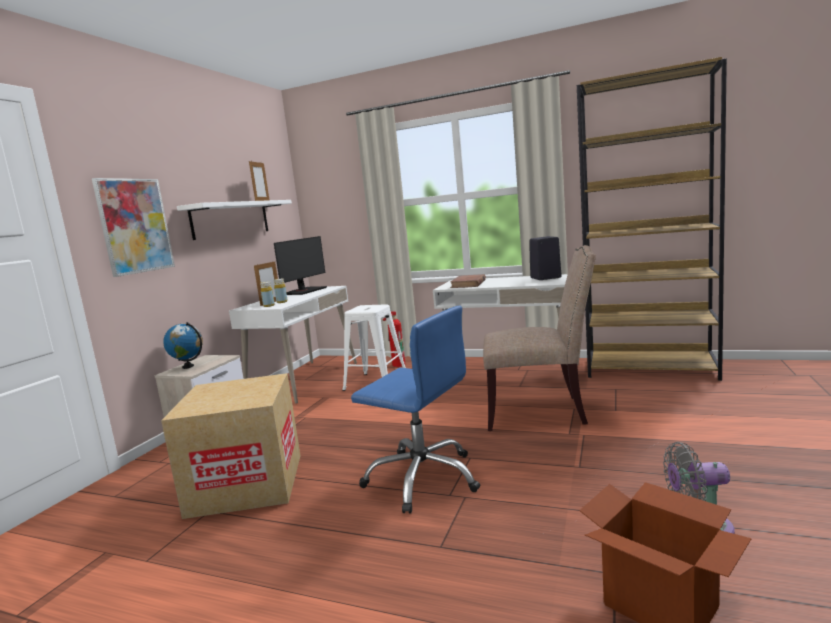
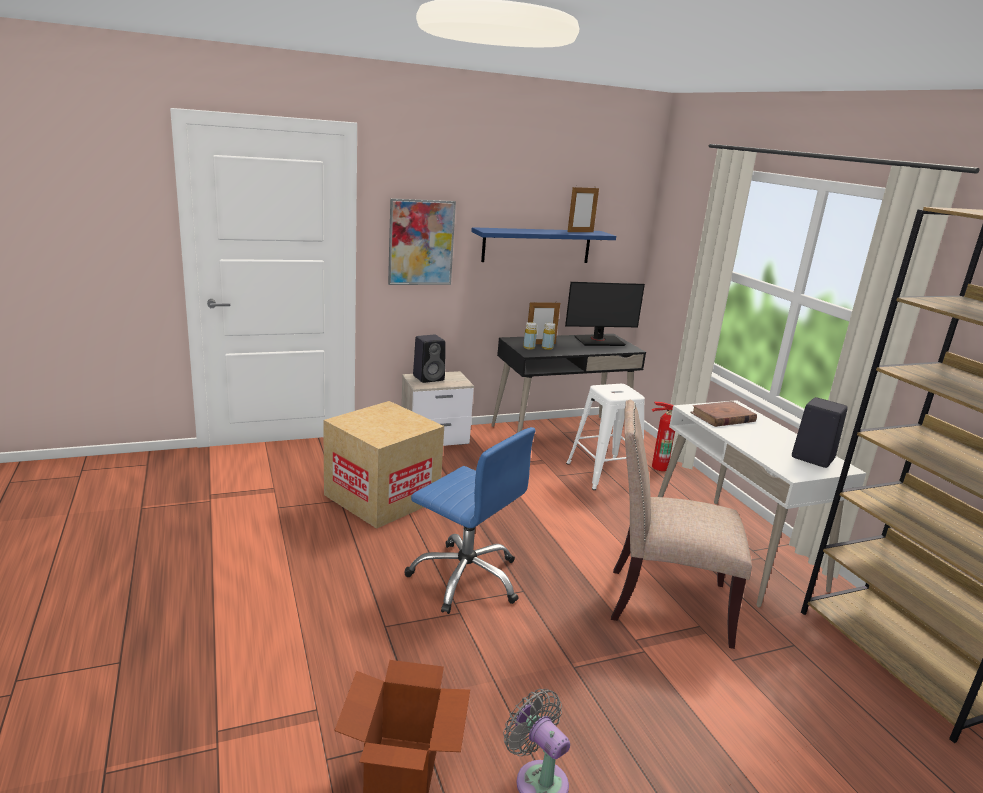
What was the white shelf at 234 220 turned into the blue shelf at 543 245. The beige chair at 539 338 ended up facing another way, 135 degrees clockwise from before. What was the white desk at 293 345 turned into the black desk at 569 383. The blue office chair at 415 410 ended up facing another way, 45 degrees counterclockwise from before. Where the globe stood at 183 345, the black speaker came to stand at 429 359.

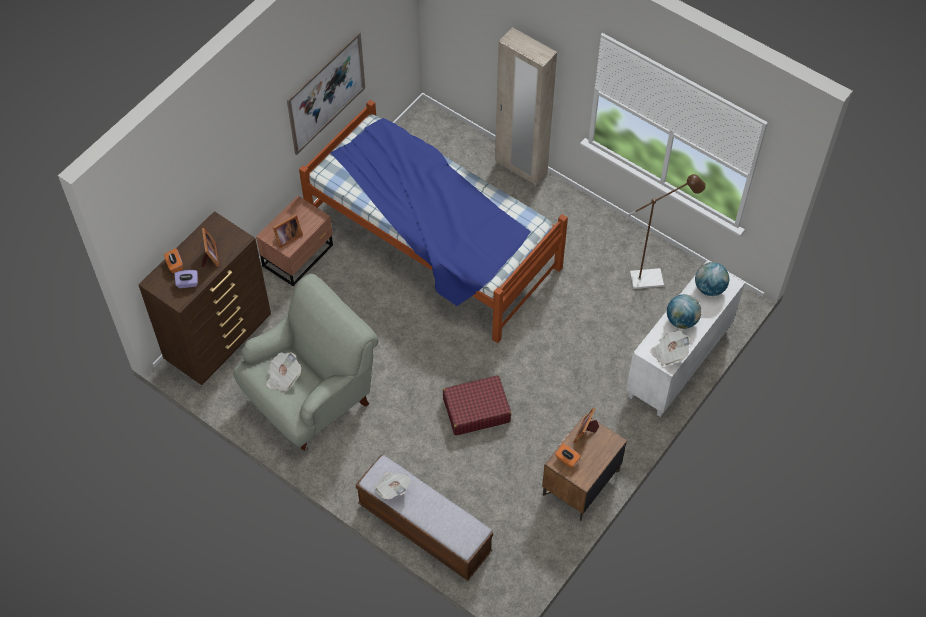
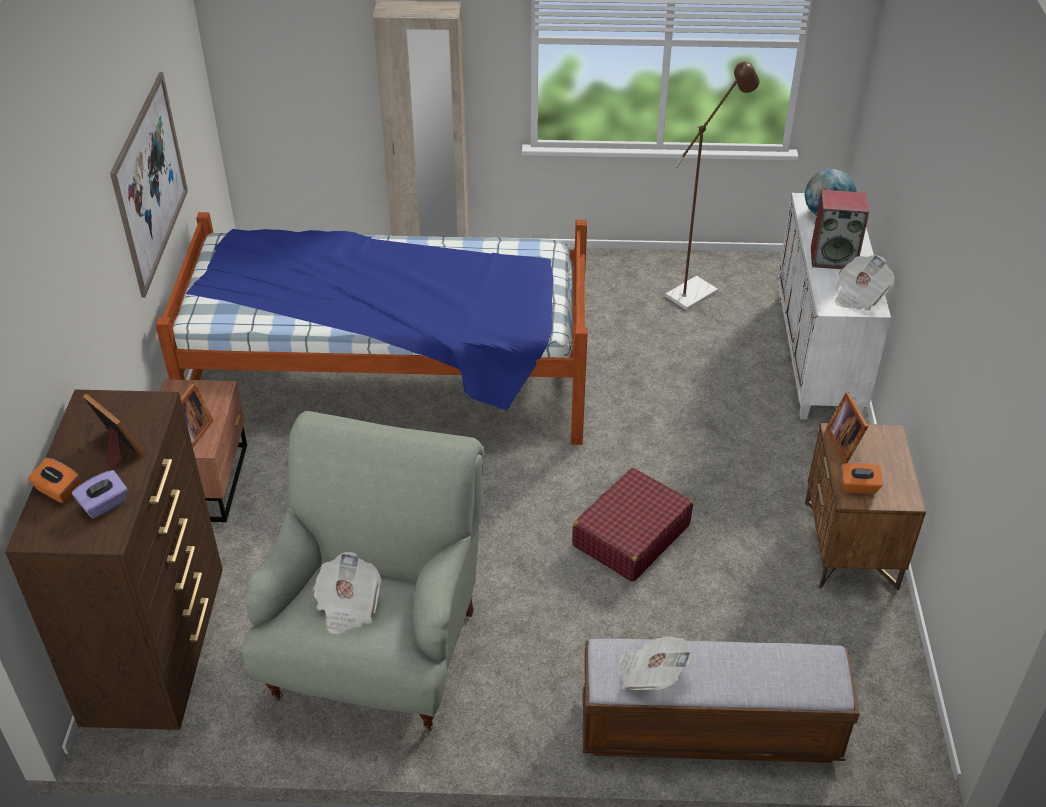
Where the globe stood at 684 311, the speaker came to stand at 840 229.

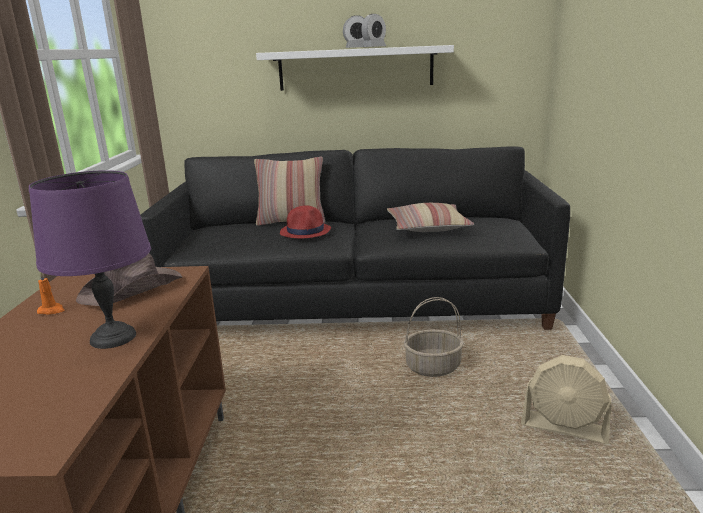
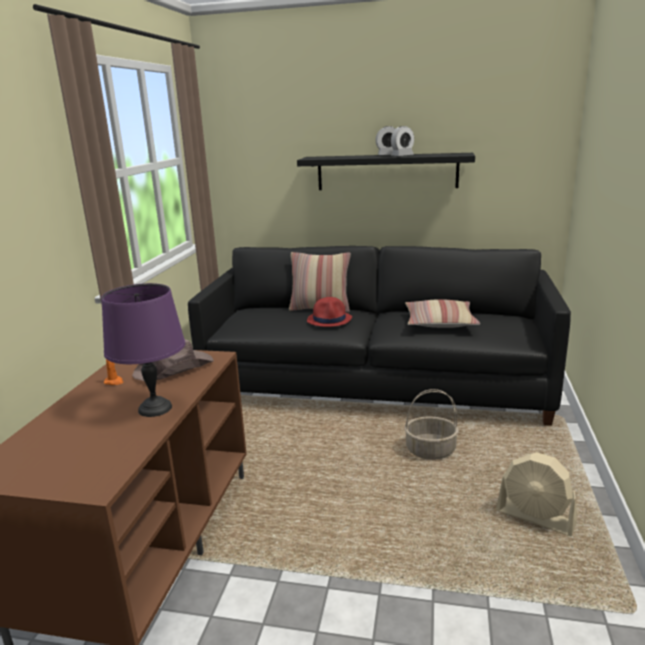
What was the white shelf at 355 68 turned into the black shelf at 386 171.

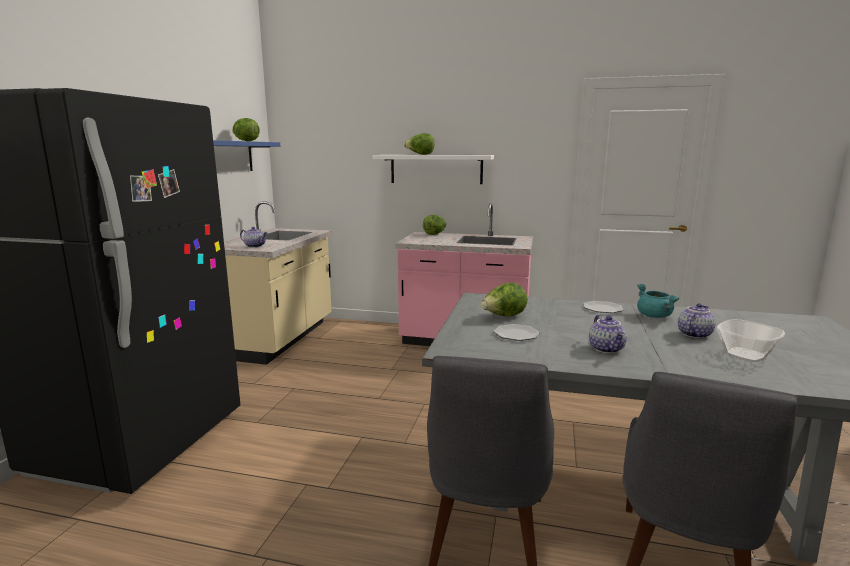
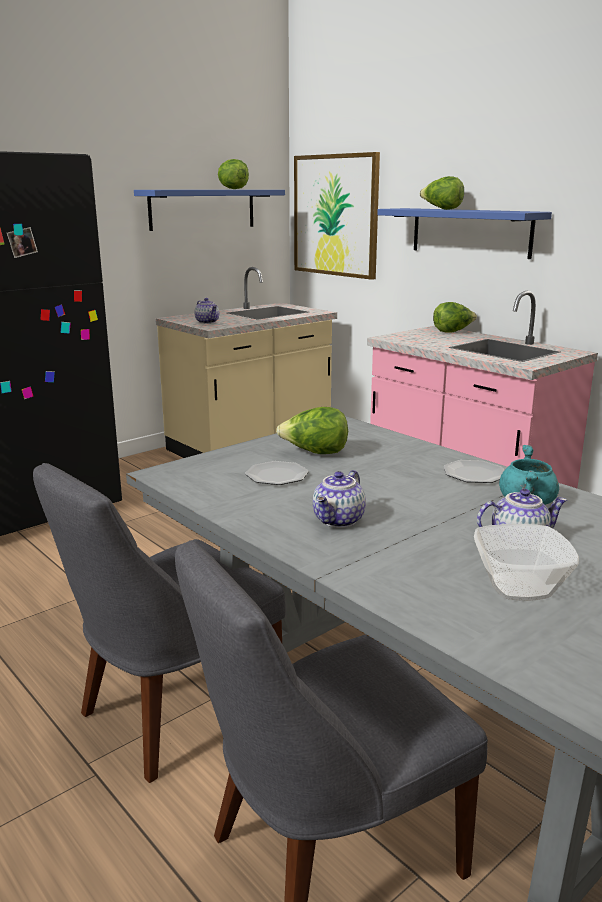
What was the white shelf at 433 169 turned into the blue shelf at 464 233. The second view gained the picture at 337 216.

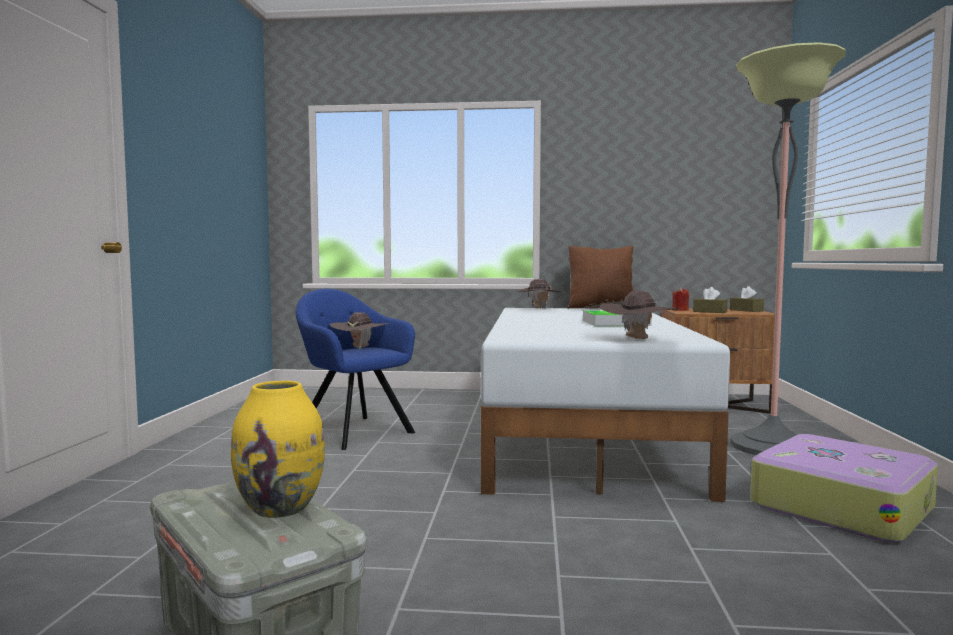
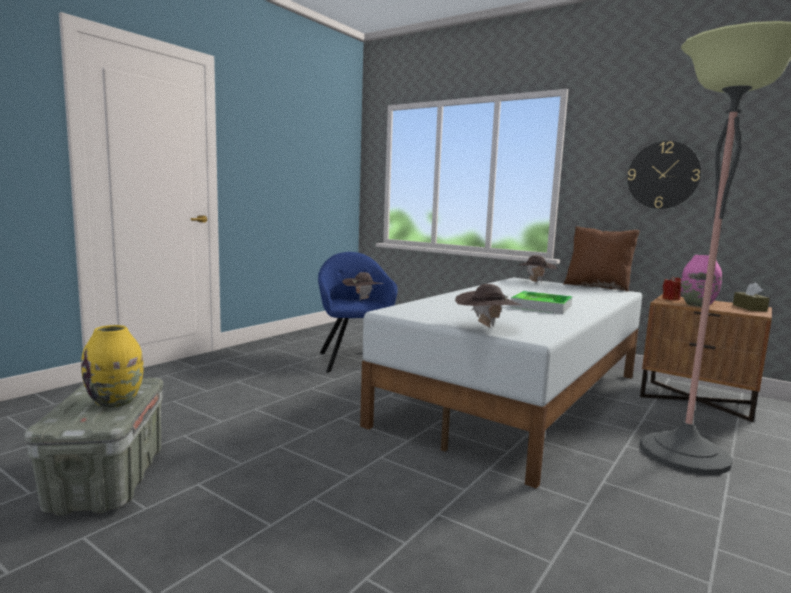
Where the brown tissue box stood at 710 300, the pink vase came to stand at 701 281. The second view lost the suitcase at 844 488. The second view gained the wall clock at 664 175.

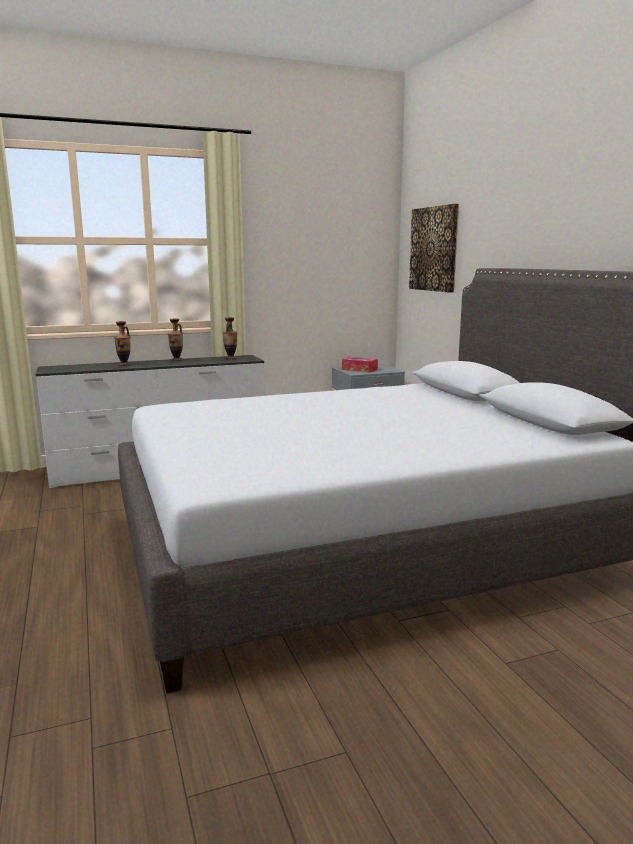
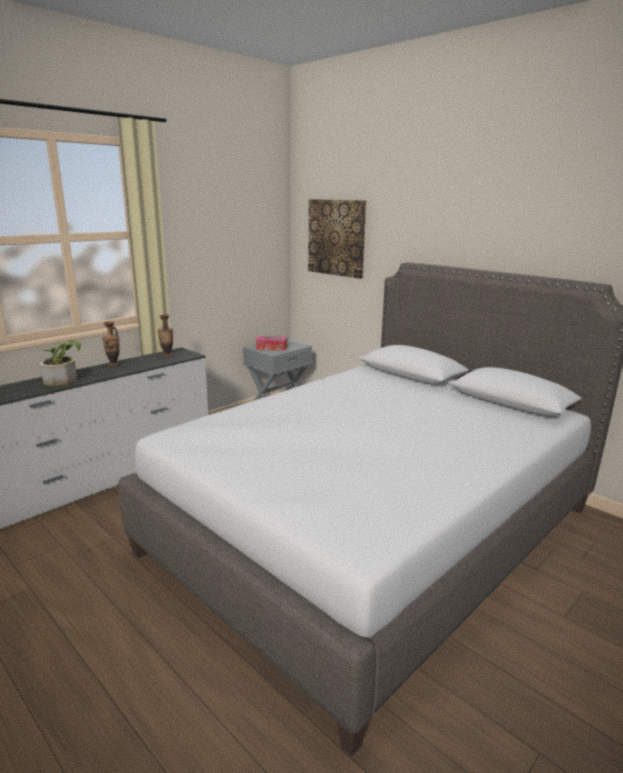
Where the vase stood at 122 343, the potted plant came to stand at 60 363.

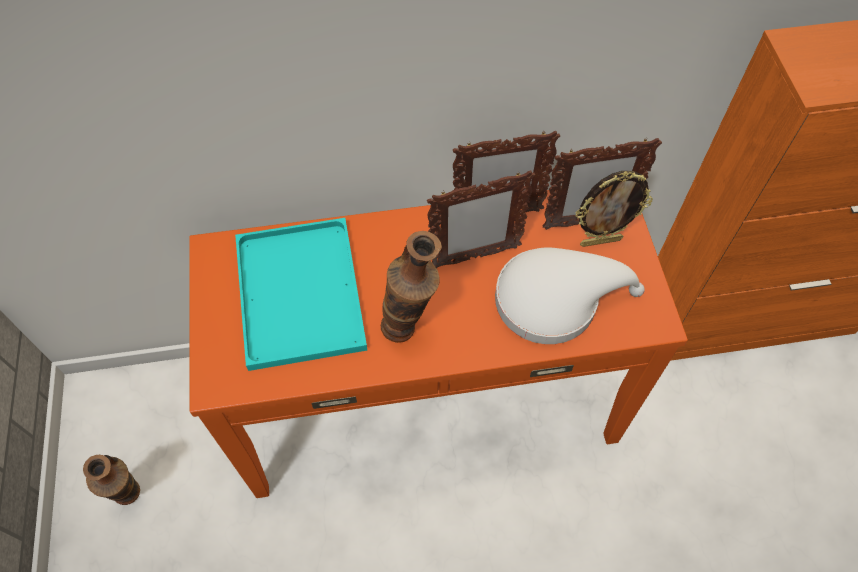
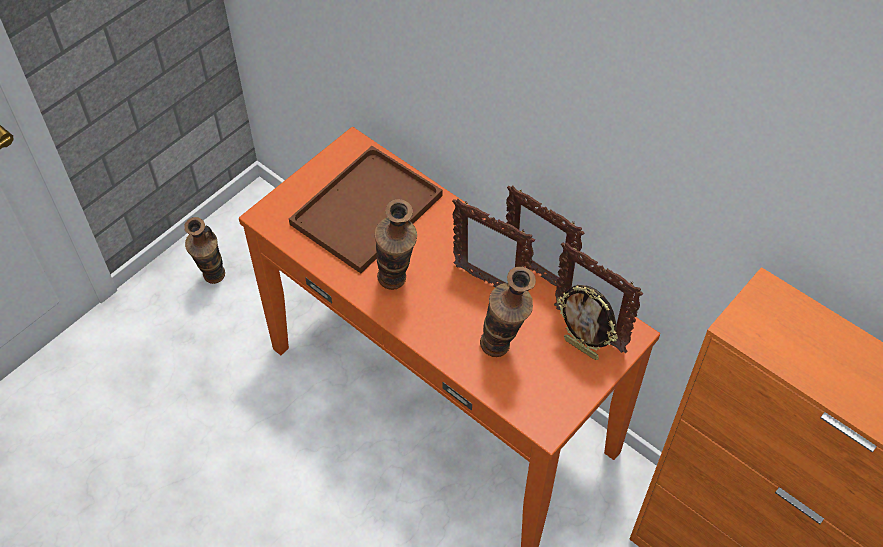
What was the turquoise tray at 301 294 turned into the brown tray at 365 209. Where the white hat stood at 570 295, the vase came to stand at 508 312.

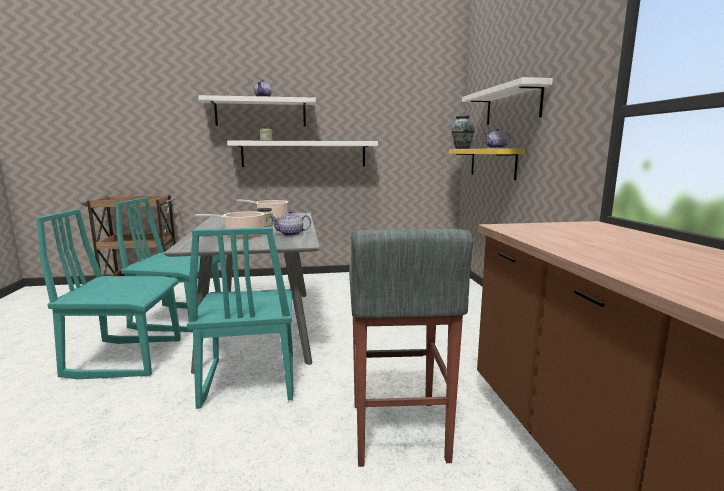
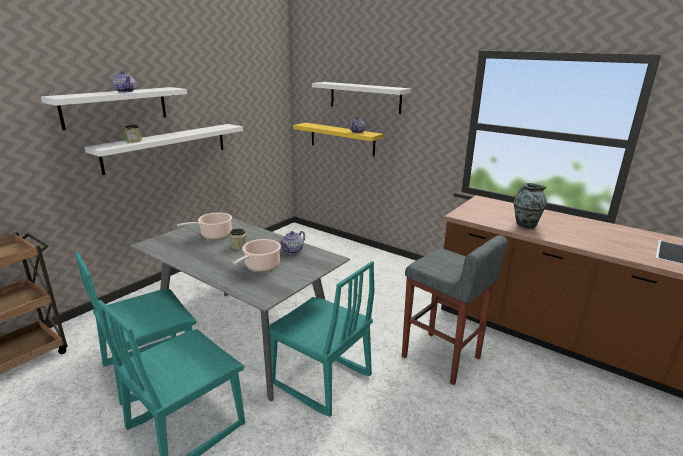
The vase ended up elsewhere, having gone from 463 132 to 530 206.

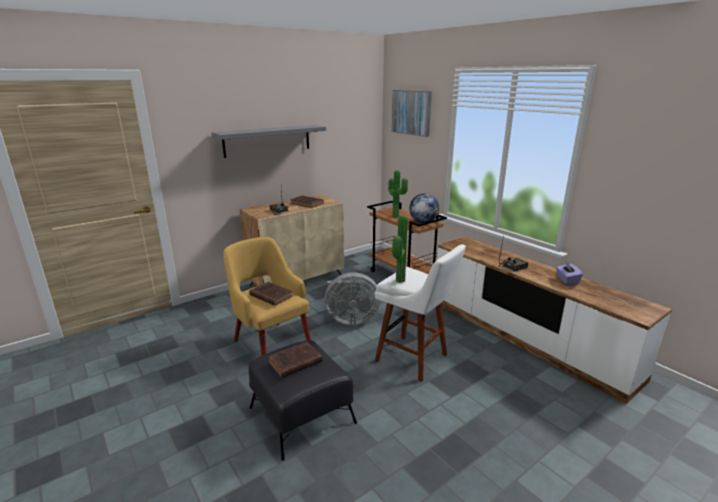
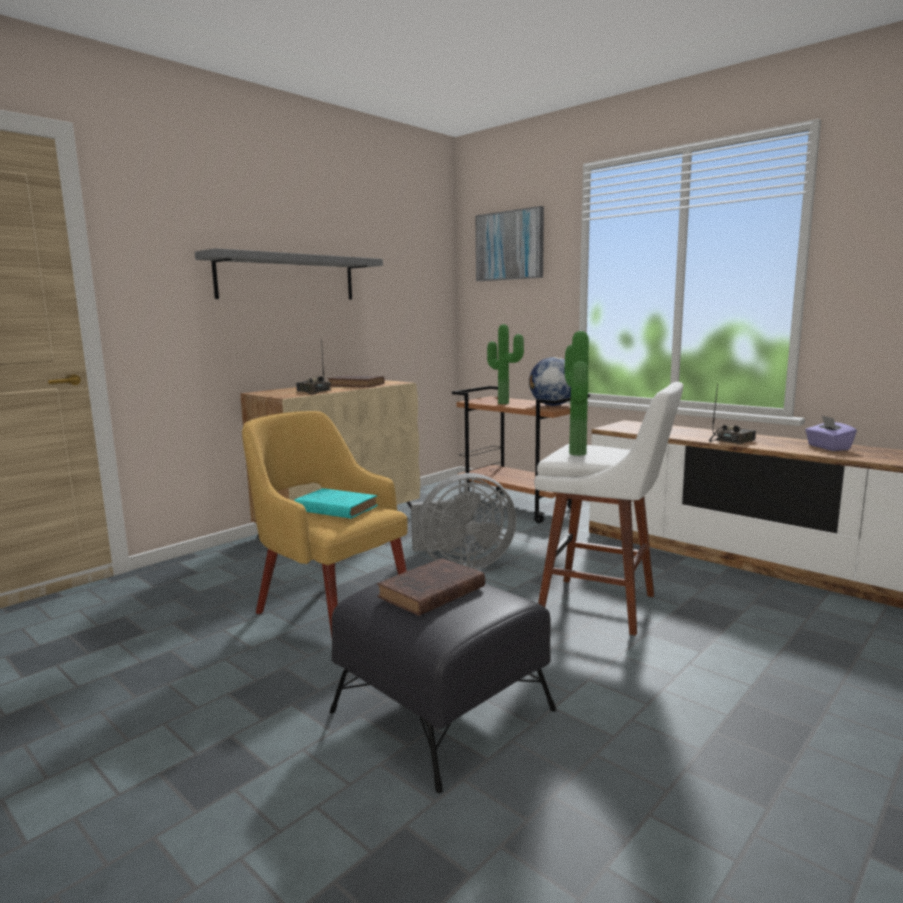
What was the brown book at 271 294 turned into the turquoise book at 336 503.

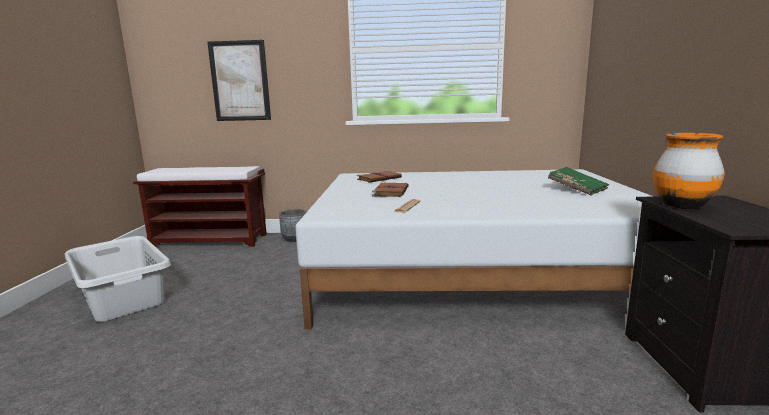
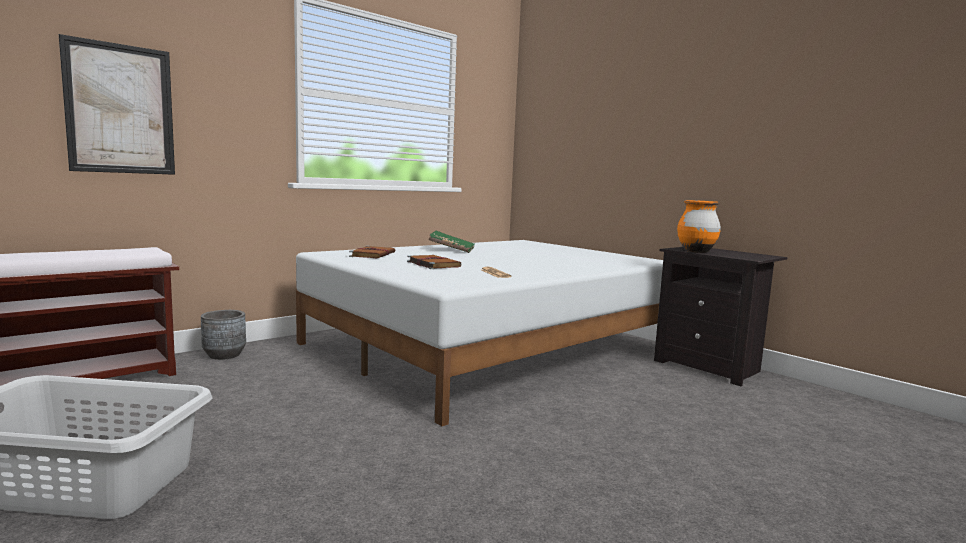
The green book ended up elsewhere, having gone from 578 181 to 451 241.

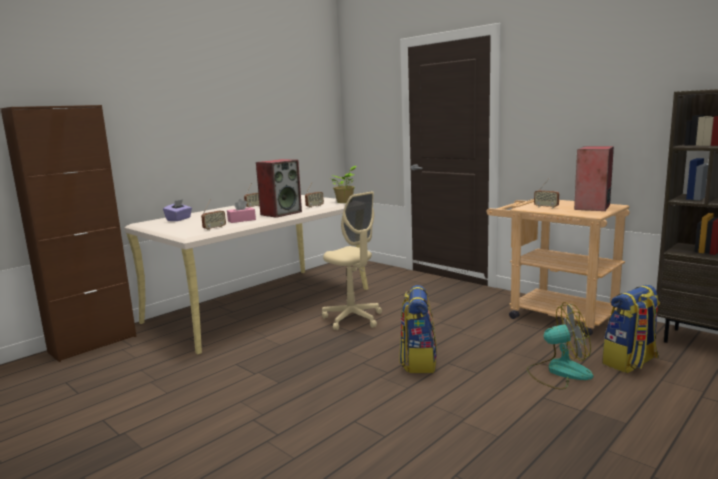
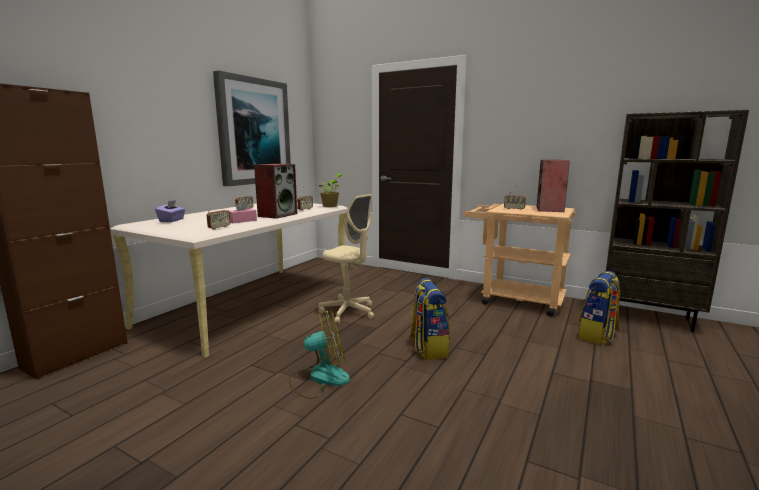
The fan ended up elsewhere, having gone from 560 345 to 319 354. The second view gained the picture at 252 128.

